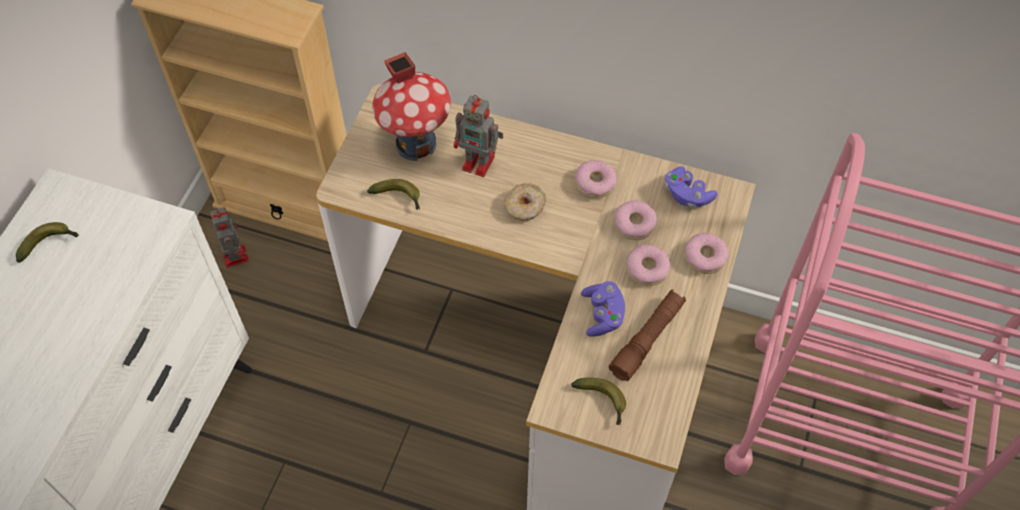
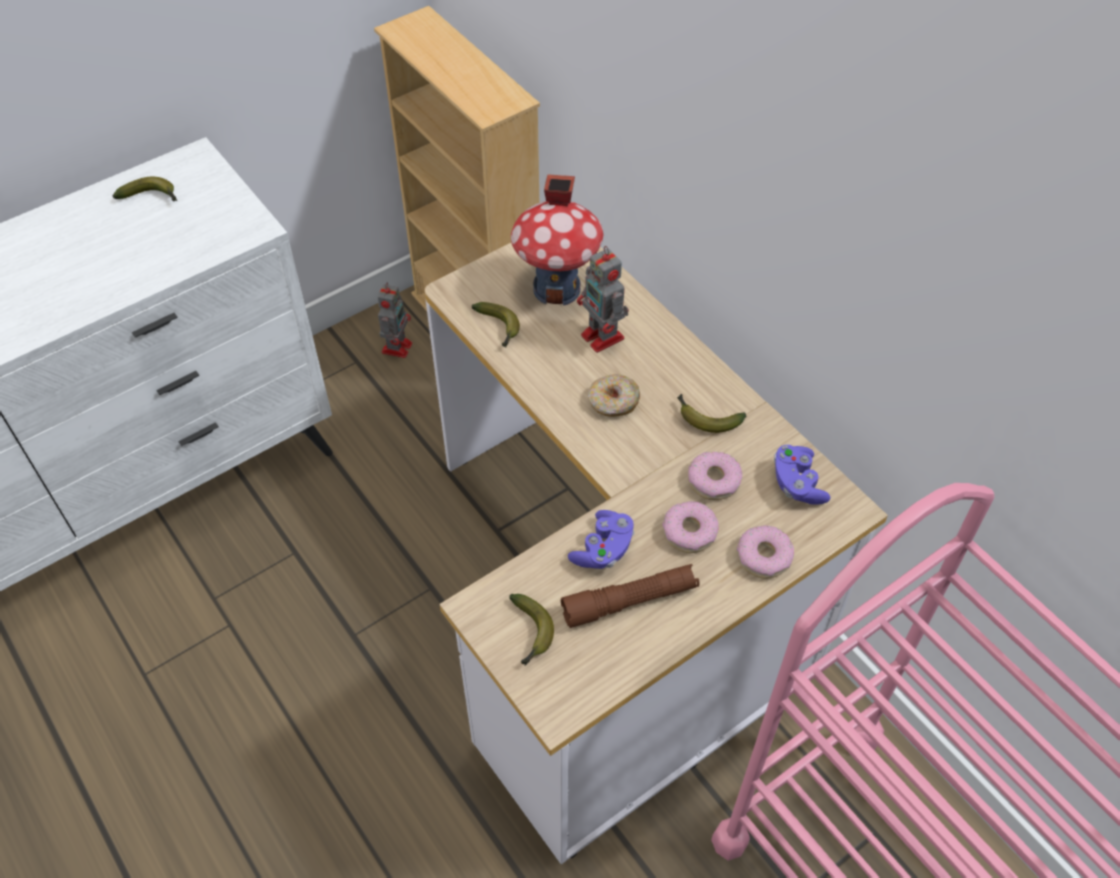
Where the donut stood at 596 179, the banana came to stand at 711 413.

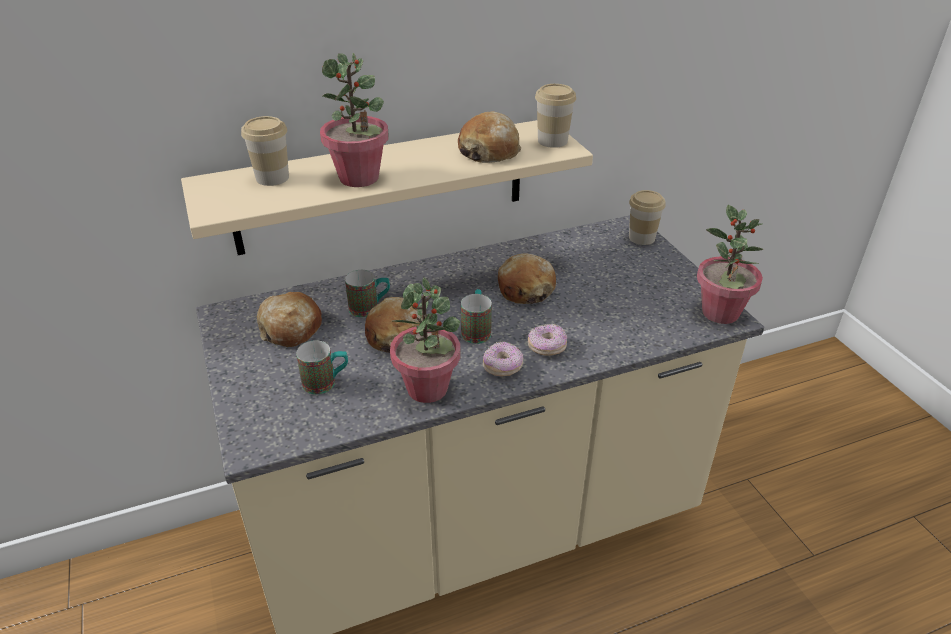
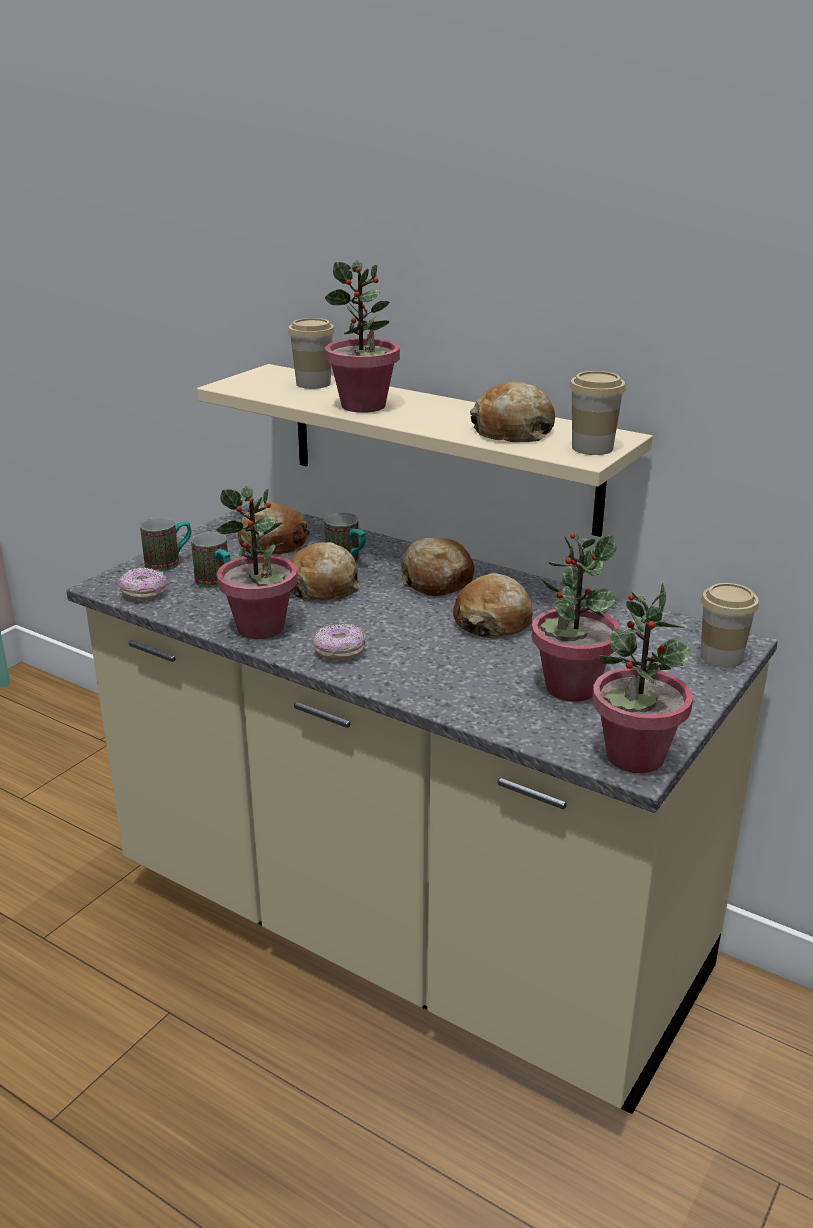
The mug ended up elsewhere, having gone from 476 316 to 165 544. The donut ended up elsewhere, having gone from 547 340 to 142 583. The second view gained the potted plant at 576 616. The second view gained the bread at 437 567.

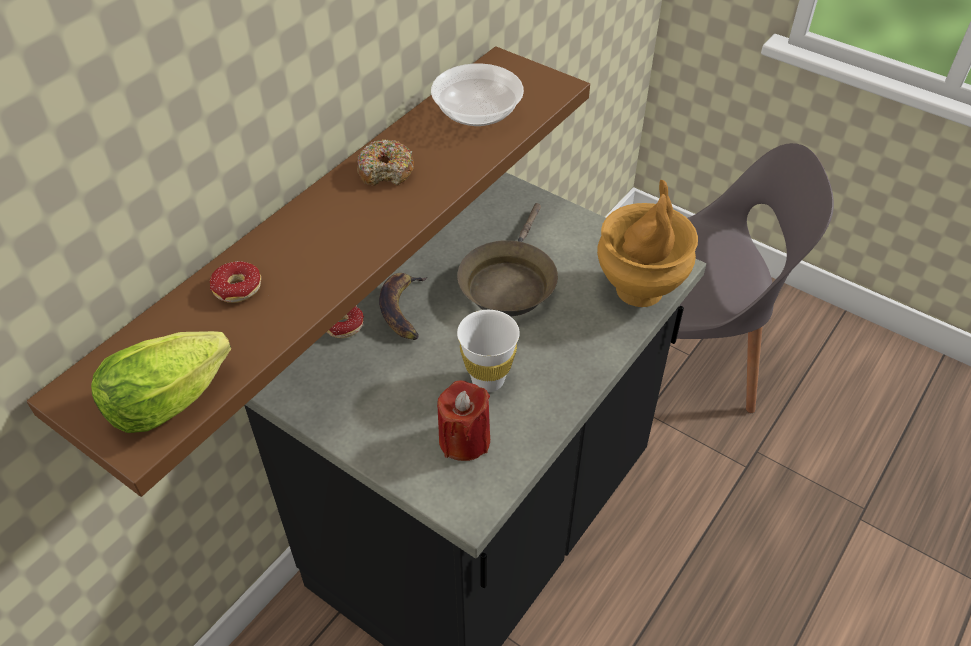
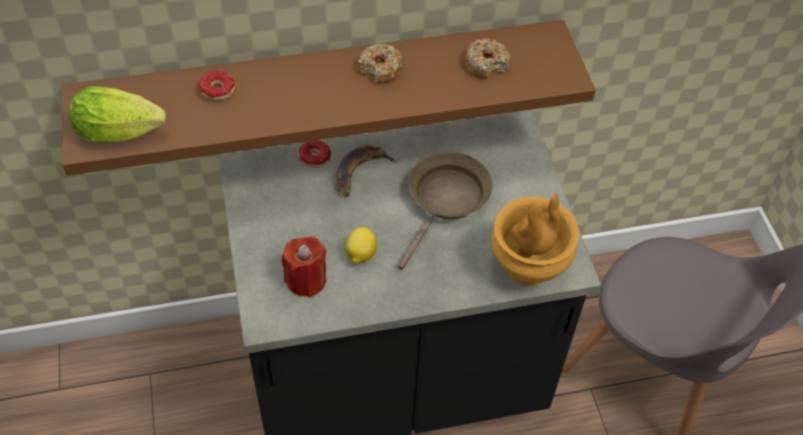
Where the bowl stood at 477 94, the donut came to stand at 487 58. The brown frying pan at 507 259 ended up facing another way, 150 degrees clockwise from before. Where the white cup stood at 488 351, the lemon came to stand at 361 245.

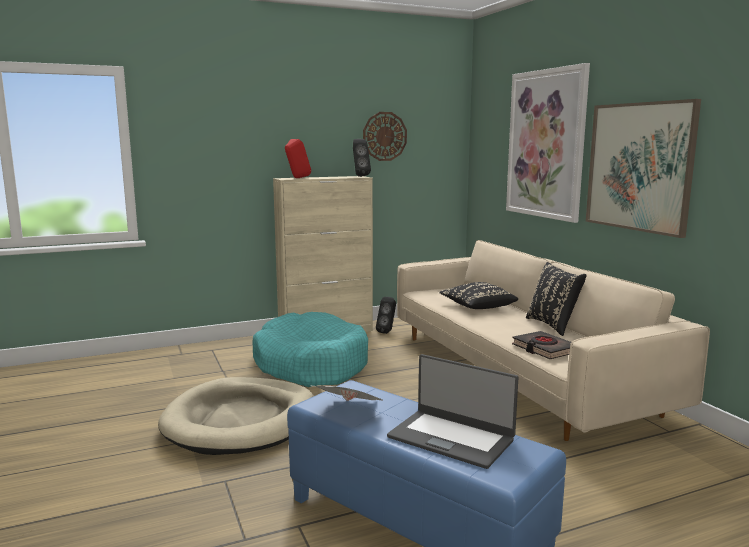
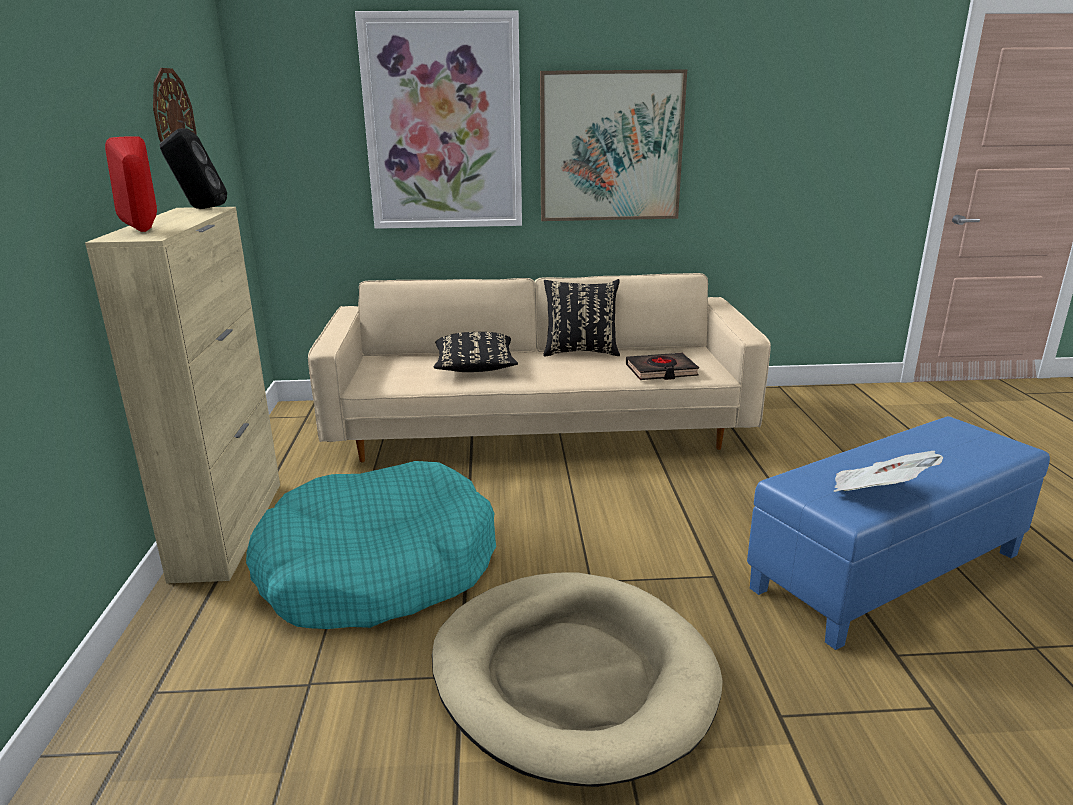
The second view lost the black speaker at 386 315. The second view lost the laptop at 452 411.

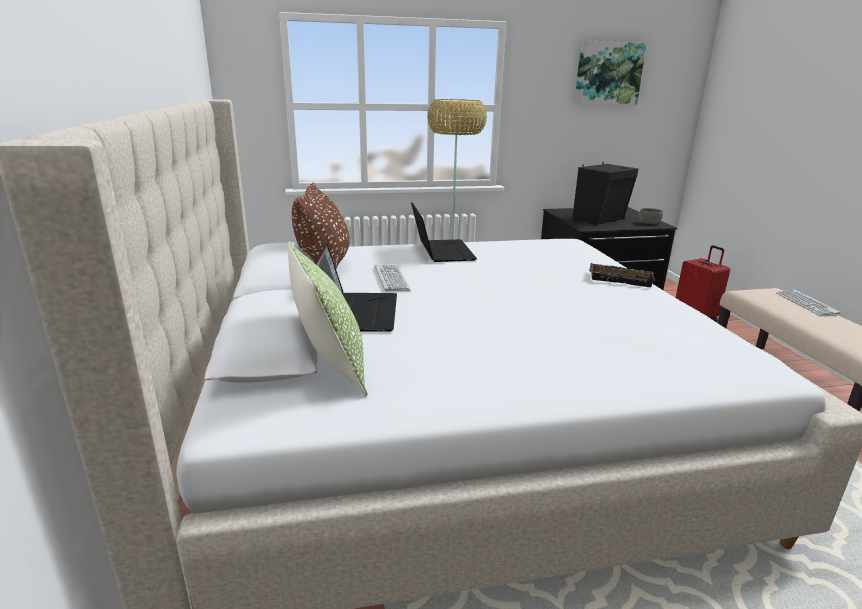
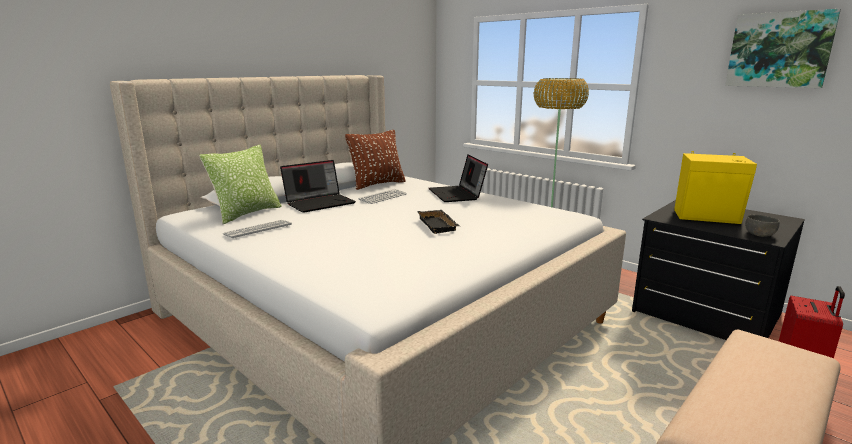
What was the black speaker at 605 193 turned into the yellow speaker at 715 187. The laptop at 444 232 ended up facing another way, 120 degrees clockwise from before. The black tray ended up elsewhere, having gone from 622 275 to 438 222. The keyboard ended up elsewhere, having gone from 808 302 to 257 229.

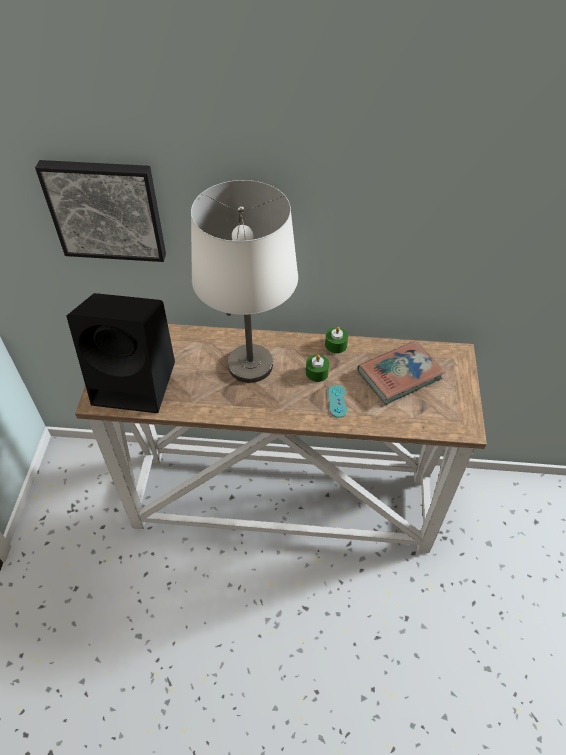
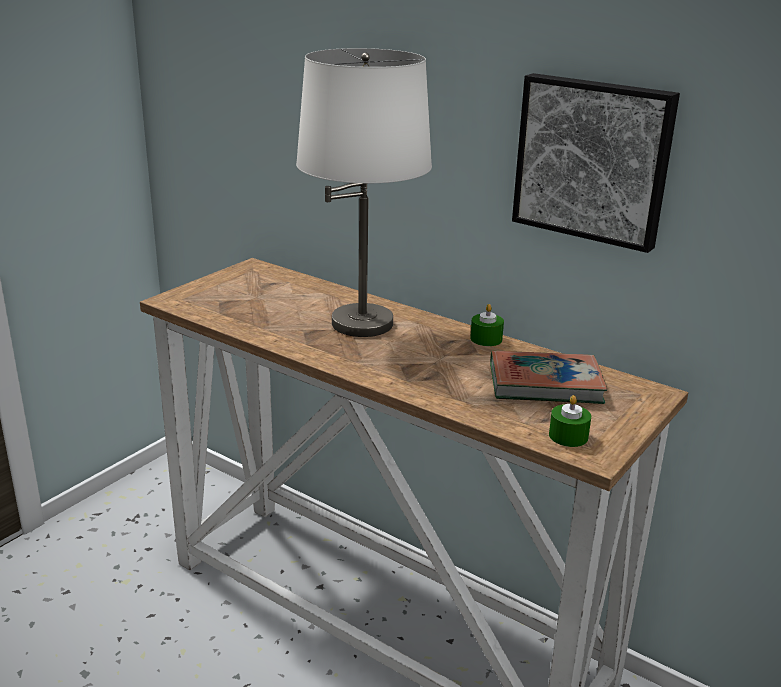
The picture ended up elsewhere, having gone from 100 211 to 596 163. The second view lost the black speaker at 120 353. The green candle ended up elsewhere, having gone from 317 368 to 570 421. The second view lost the turquoise game controller at 337 401.

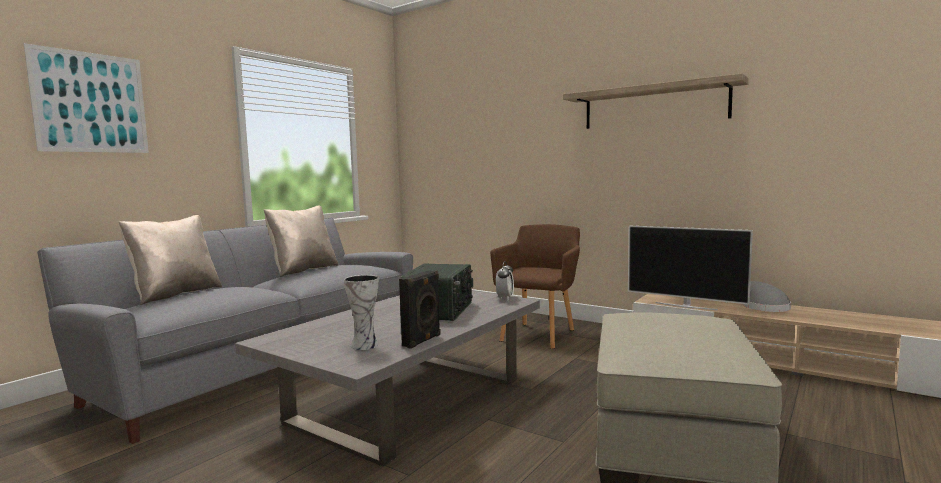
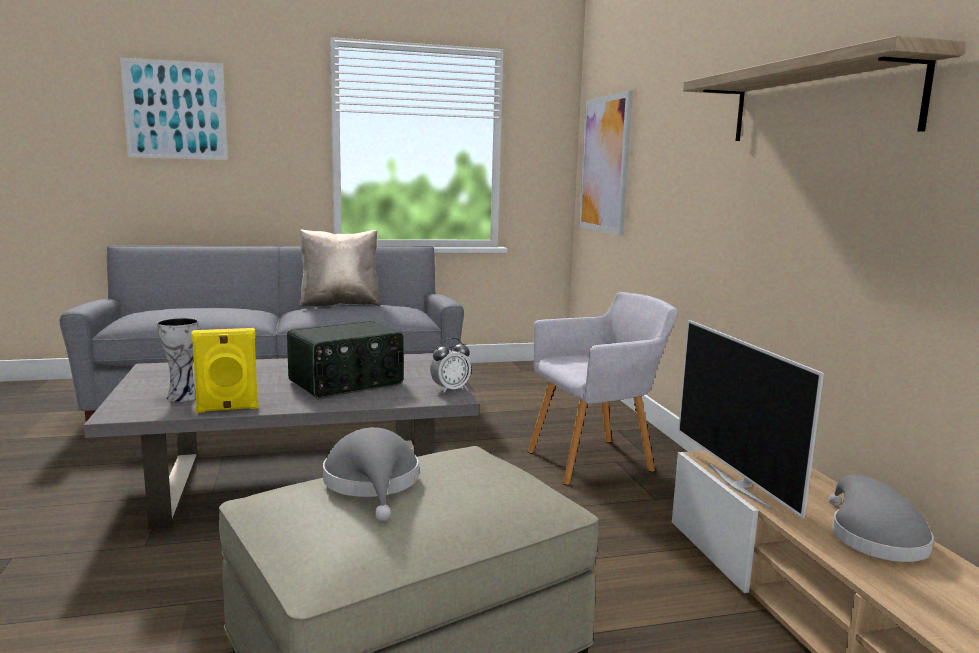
The second view lost the beige pillow at 170 260. What was the brown armchair at 535 286 turned into the grey armchair at 603 388. What was the black speaker at 420 309 turned into the yellow speaker at 225 370. The second view gained the picture at 606 163. The second view gained the grey hat at 371 474.

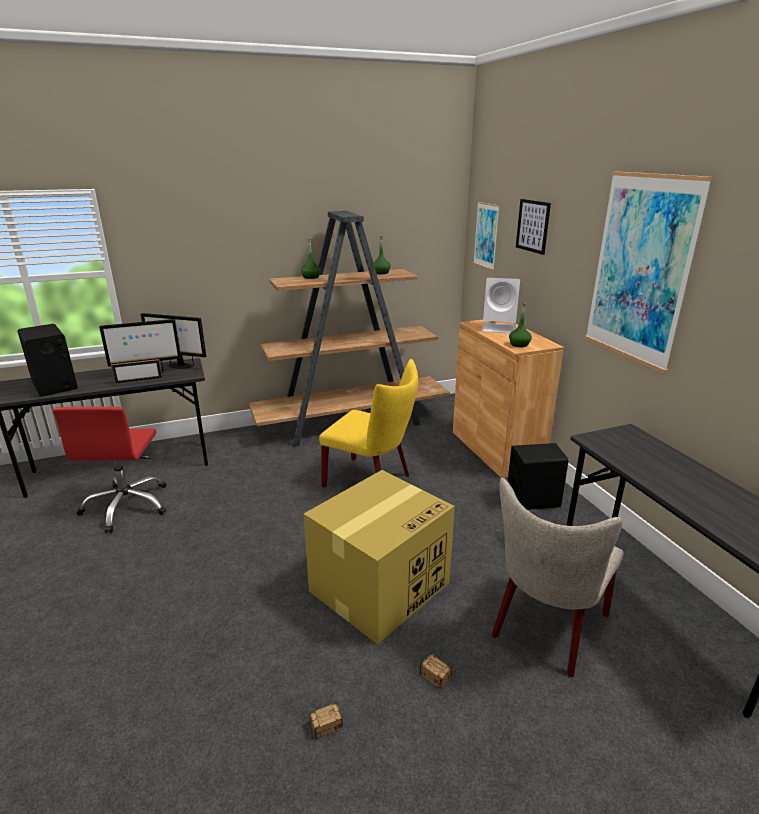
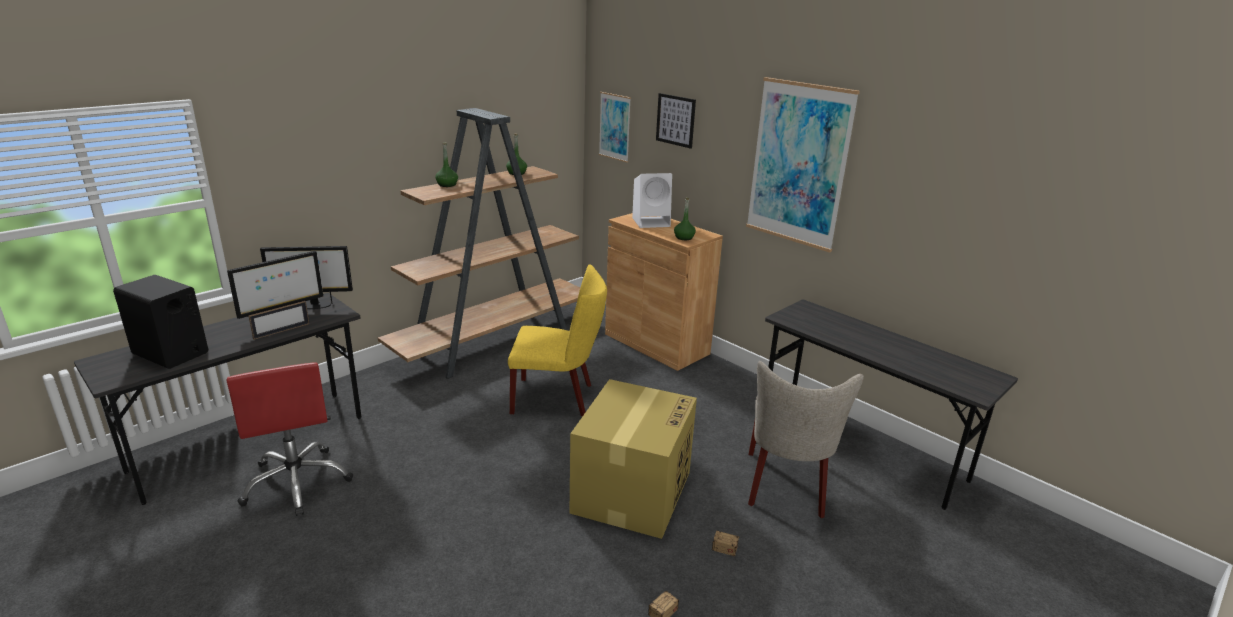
The second view lost the black speaker at 538 476.

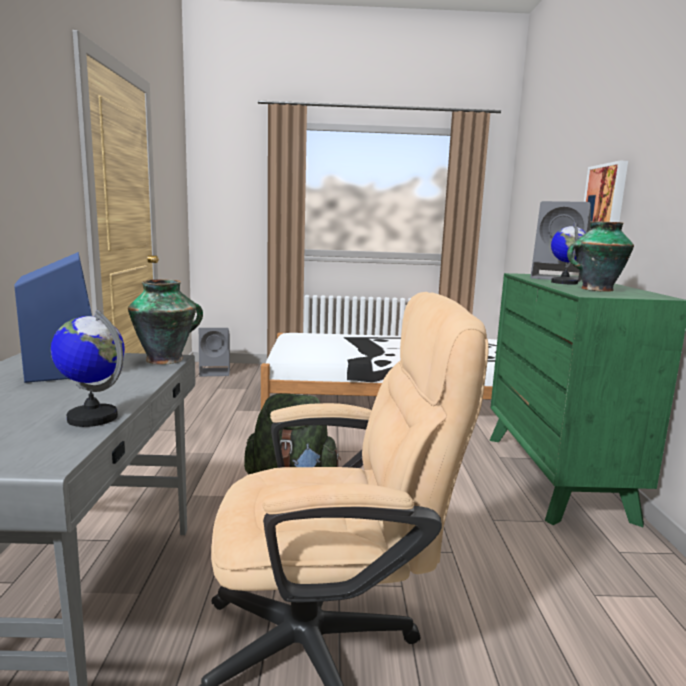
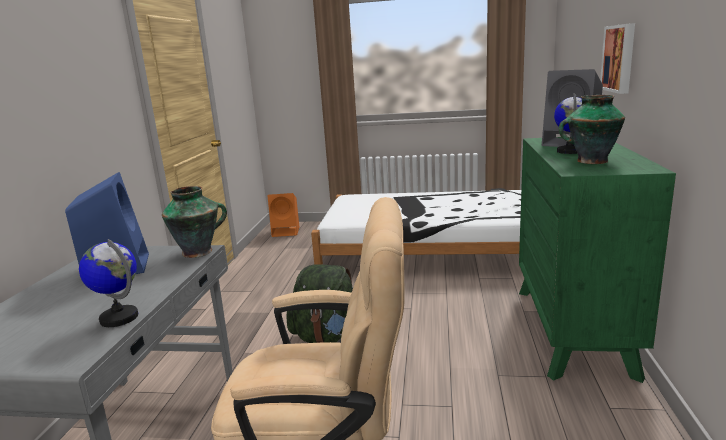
What was the grey speaker at 214 352 turned into the orange speaker at 283 215.

